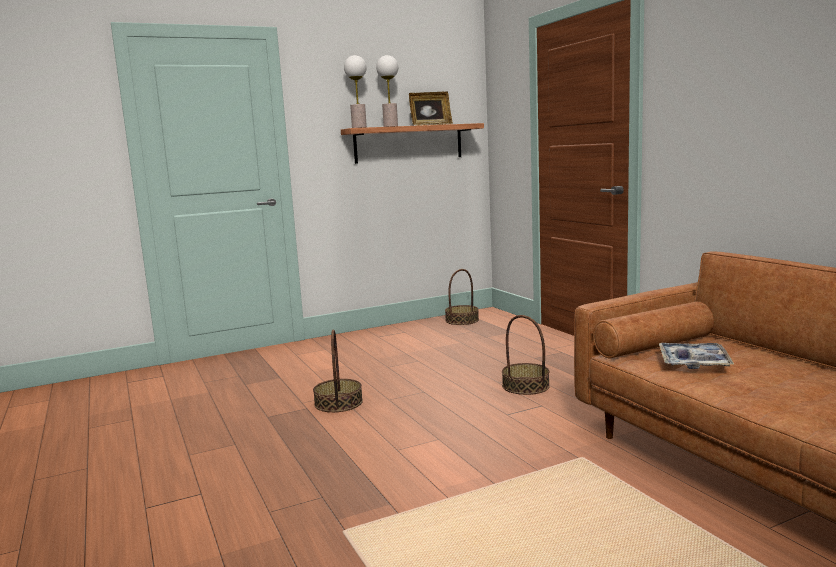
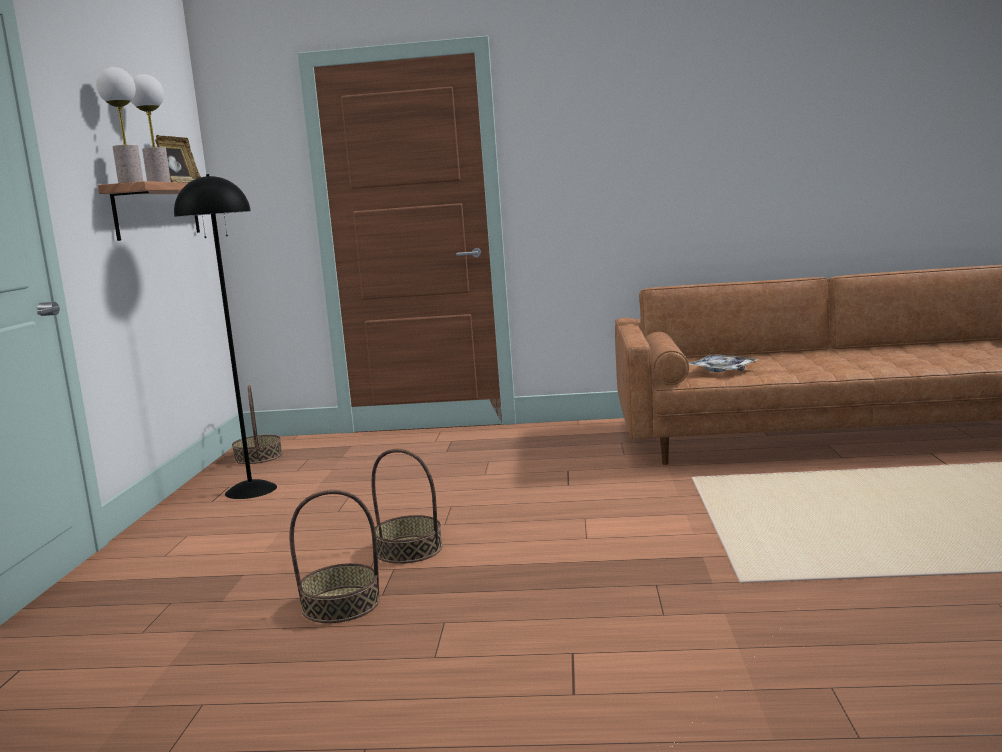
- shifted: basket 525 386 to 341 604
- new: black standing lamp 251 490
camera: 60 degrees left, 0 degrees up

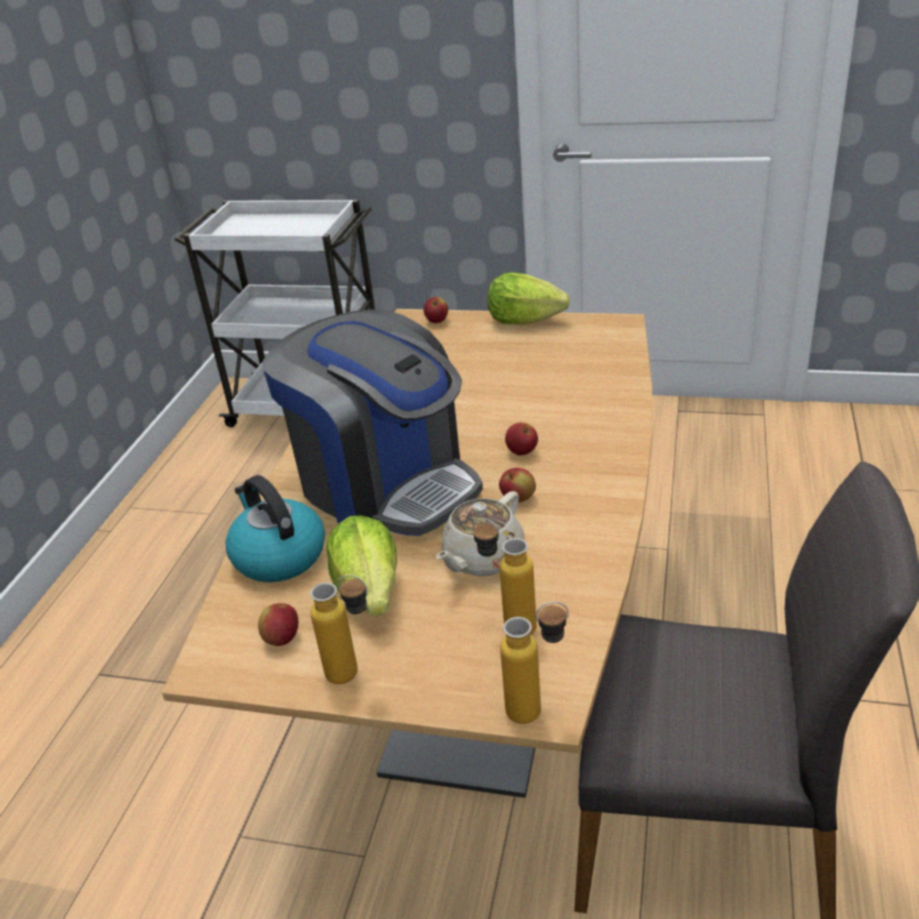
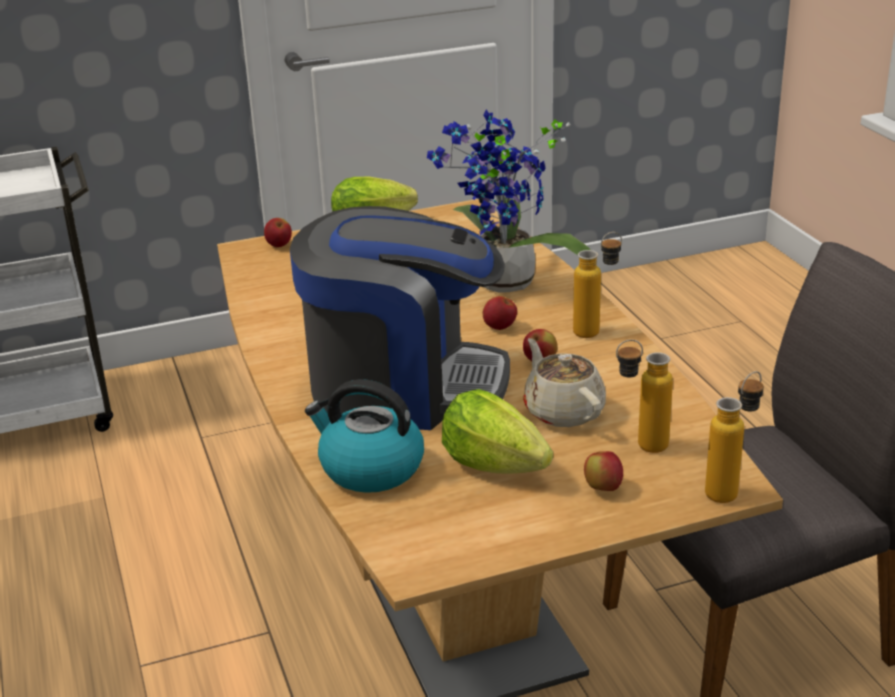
- rotated: beige-coloured tea pot 482 558 = 563 411 150 degrees clockwise
- shifted: drink bottle 355 675 to 596 331
- shifted: apple fruit 282 639 to 603 488
- new: potted plant 501 286
camera: 35 degrees left, 5 degrees down

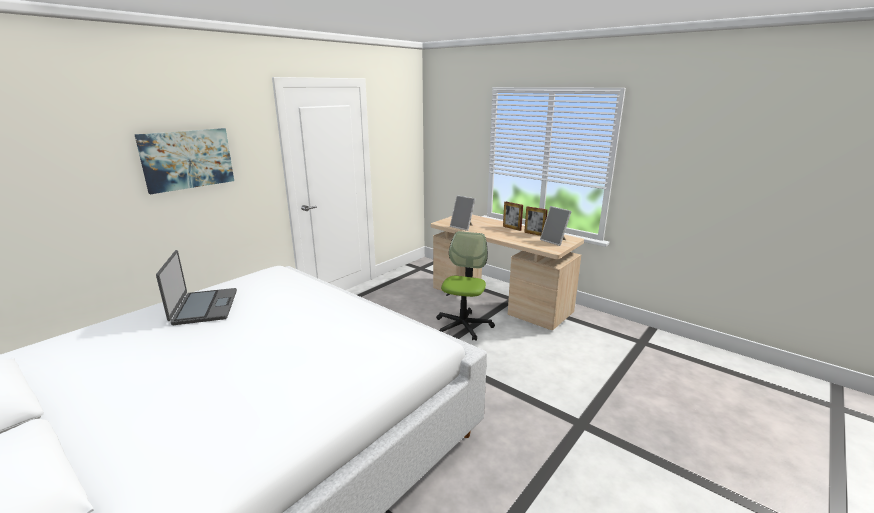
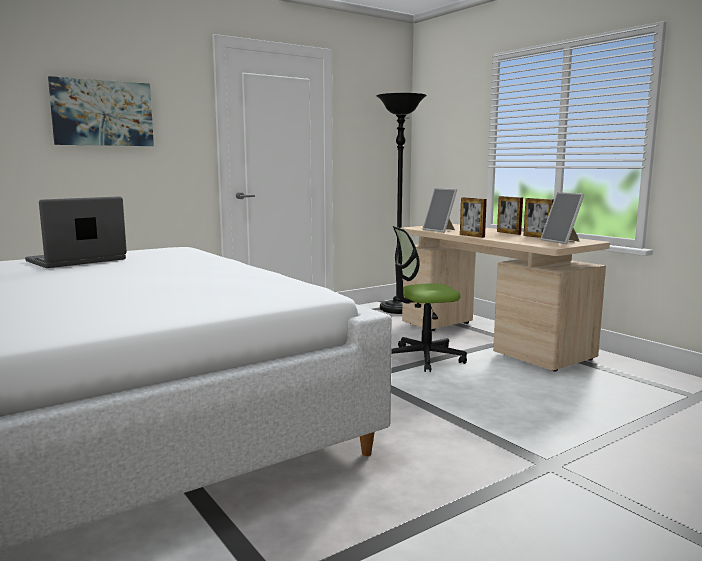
- rotated: office chair 463 326 = 423 358 135 degrees counterclockwise
- rotated: laptop 204 307 = 77 260 135 degrees counterclockwise
- new: black standing lamp 398 309
- new: picture frame 472 236
camera: 15 degrees right, 10 degrees down

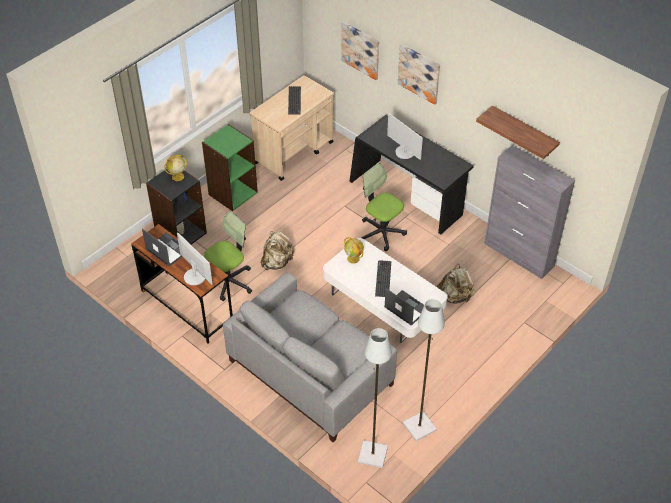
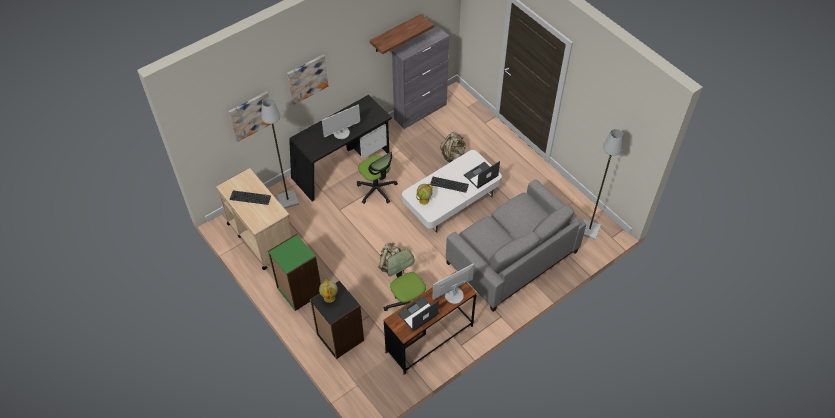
- rotated: office chair 381 232 = 376 190 90 degrees counterclockwise
- shifted: gray standing lamp 419 426 to 287 200
camera: 80 degrees left, 5 degrees up

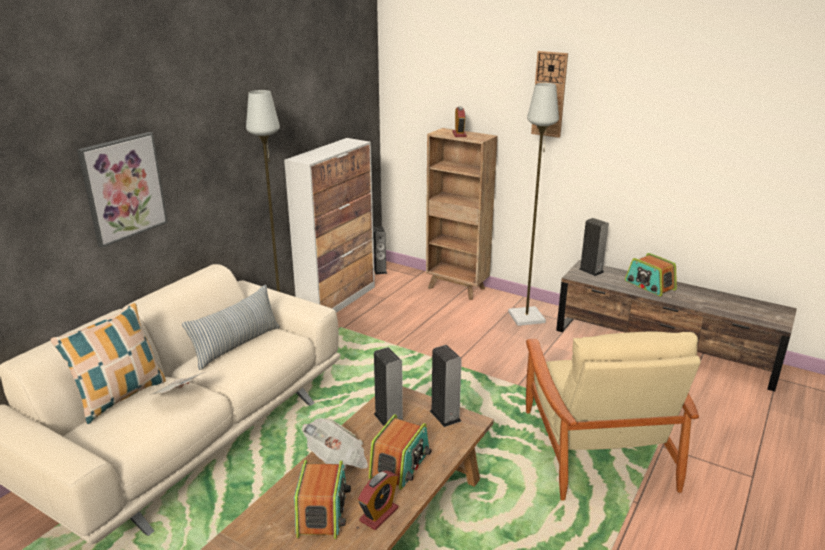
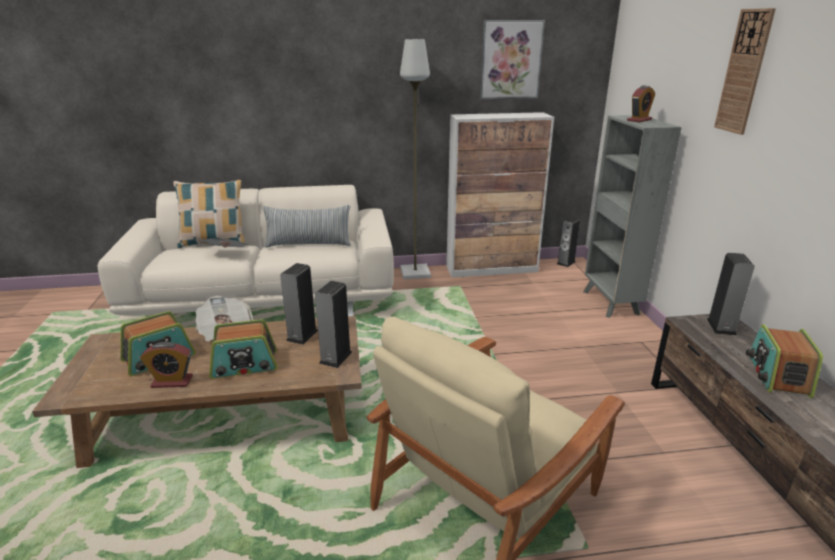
- gone: gray standing lamp 526 317
- repainted: brownish shelving unit 457 288 to gray shelving unit 611 303
- shifted: wall art 123 188 to 510 60
camera: 50 degrees right, 0 degrees up

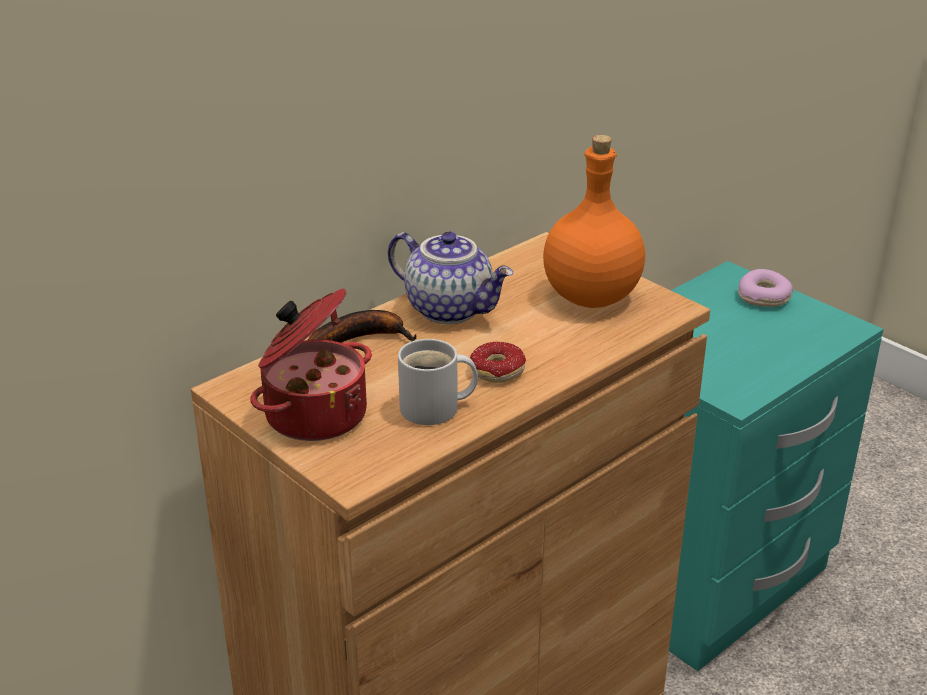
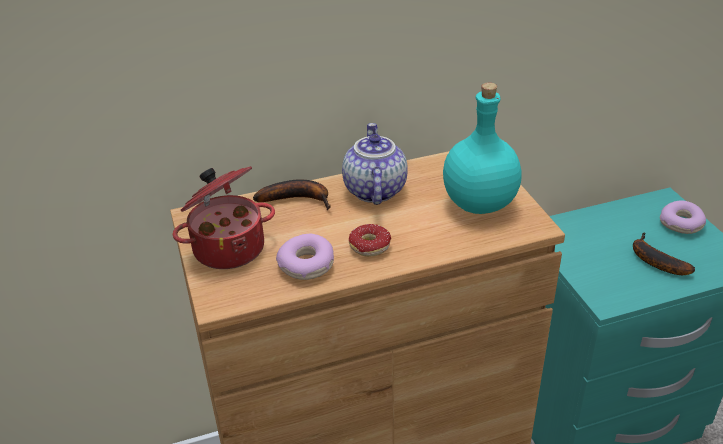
- repainted: orange-coloured drink bottle 593 297 to turquoise-coloured drink bottle 481 203
- rotated: tea pot 451 309 = 373 190 150 degrees counterclockwise
- swapped: white tea mug 435 409 to doughnut 307 265
- new: banana 654 260
camera: 25 degrees right, 5 degrees up

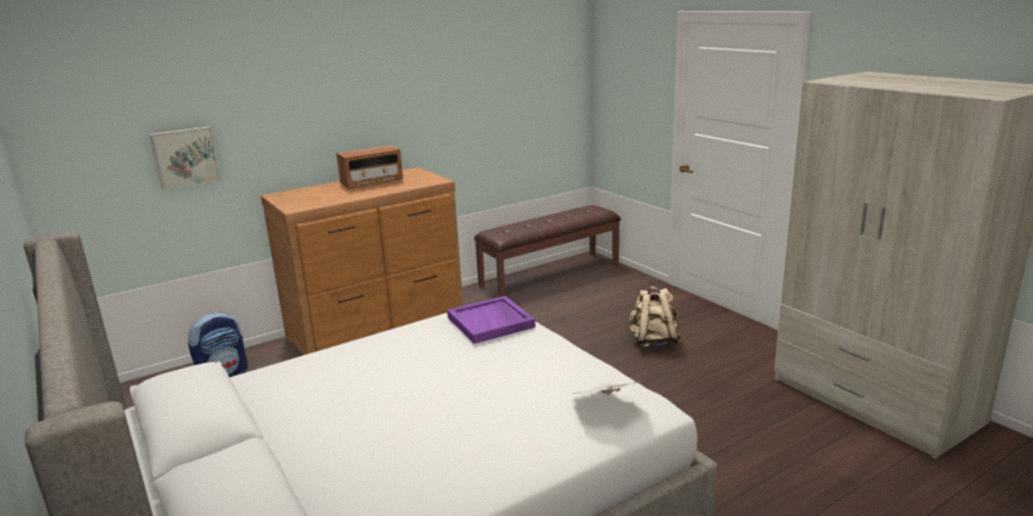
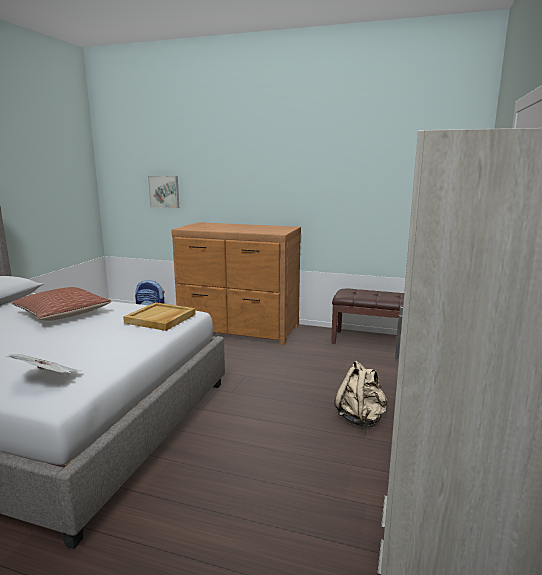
- gone: radio 372 182
- repainted: purple-coloured tray 491 322 to beige-coloured tray 160 319
- new: throw pillow 63 314
camera: 50 degrees right, 5 degrees down

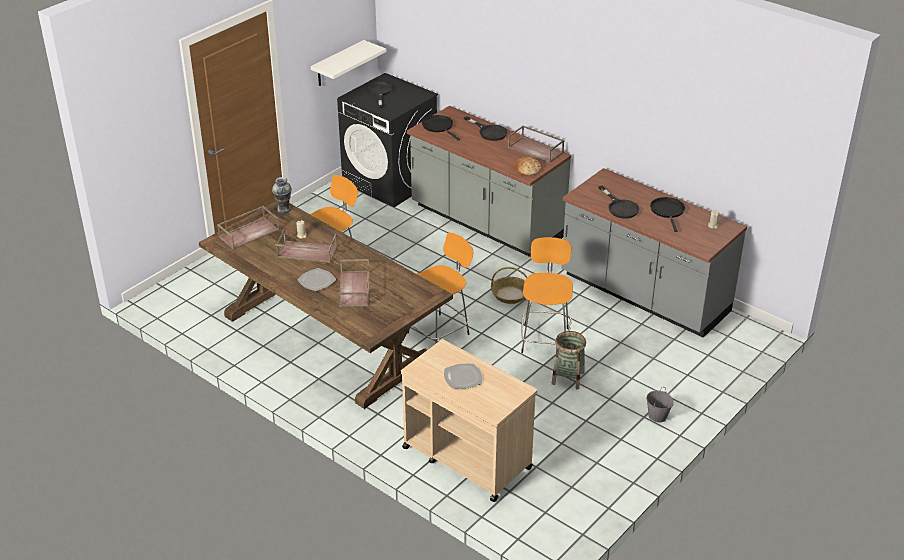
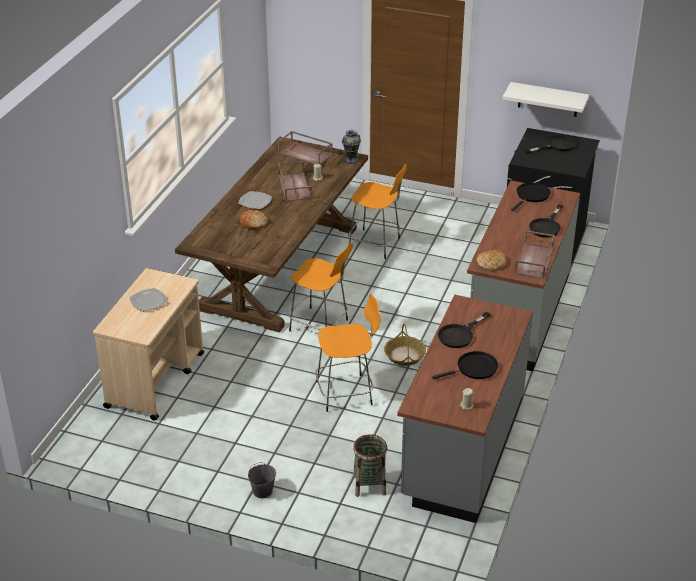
- swapped: brownish tray 355 289 to bakery bread 253 222
- shifted: basket 568 378 to 369 485
camera: 70 degrees right, 0 degrees up

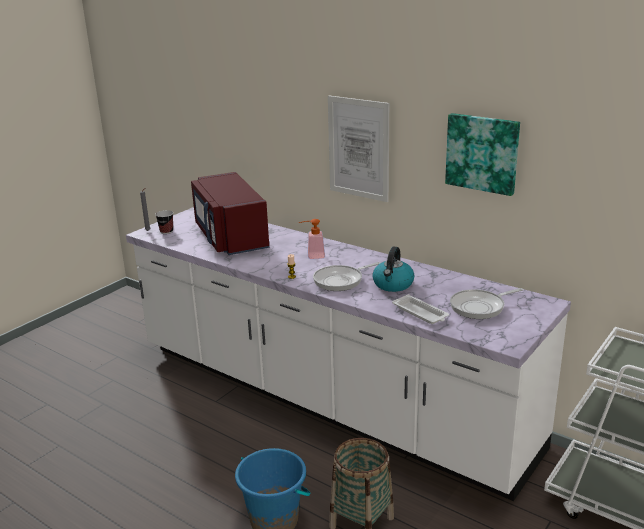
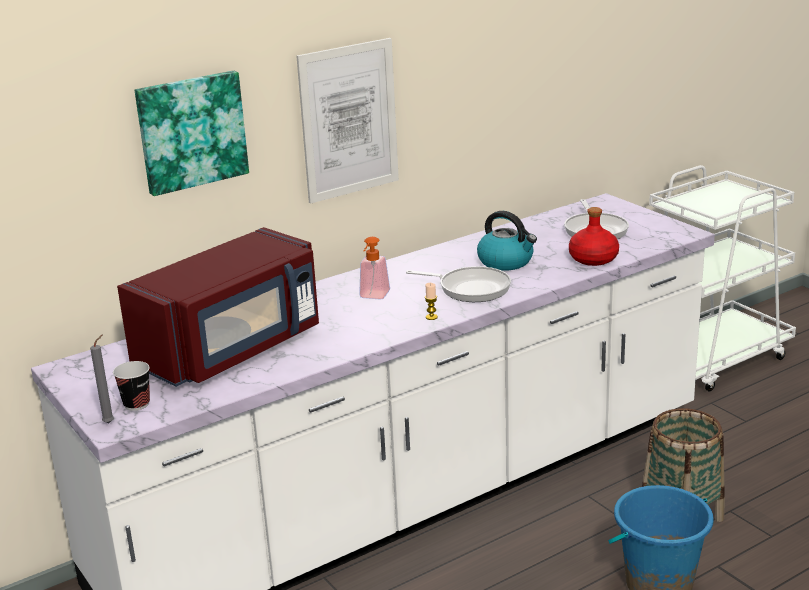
- shifted: wall art 482 153 to 191 131
- rotated: reddish microwave oven 230 237 = 233 349 45 degrees counterclockwise
- rotated: frying pan 341 280 = 470 288 60 degrees counterclockwise
- swapped: white tray 421 313 to reddish drink bottle 592 259
camera: 70 degrees left, 0 degrees up

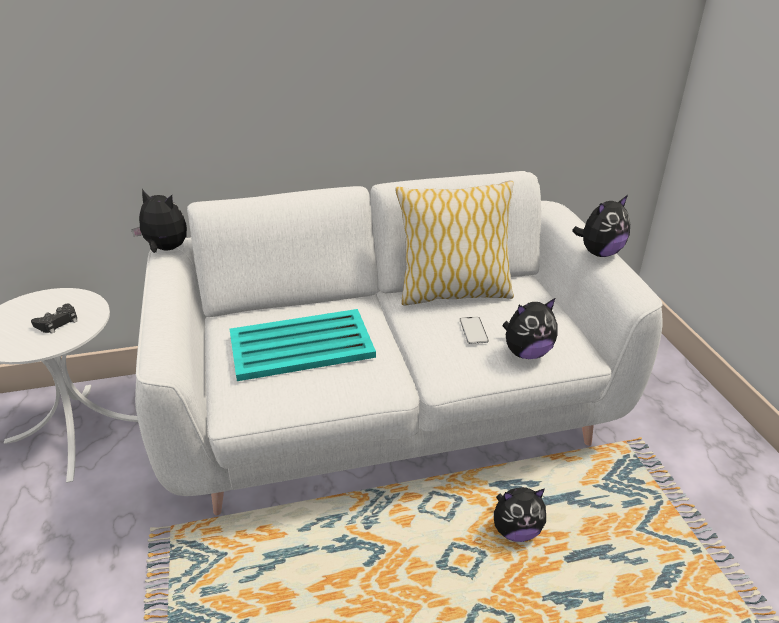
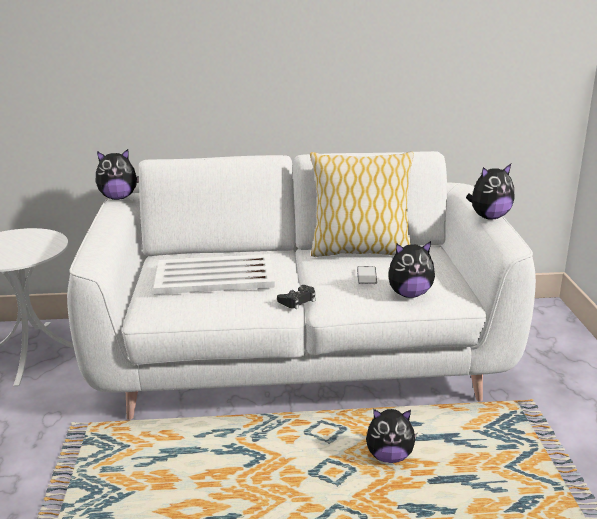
- rotated: soft toy 165 249 = 118 198 135 degrees clockwise
- shifted: black joypad 58 322 to 298 301
- repainted: turquoise-coloured tray 303 345 to white tray 216 276
camera: 10 degrees right, 10 degrees down

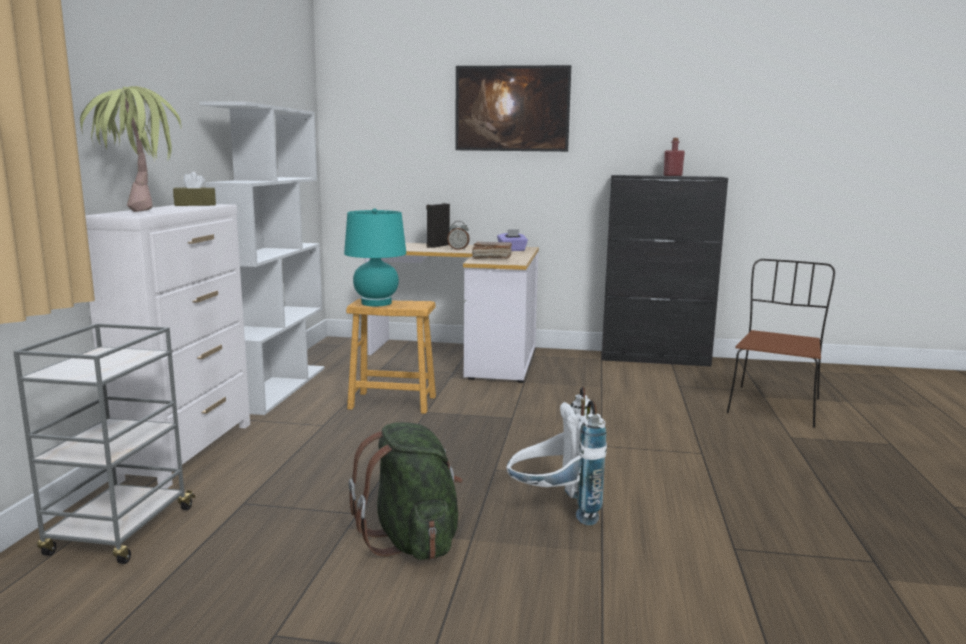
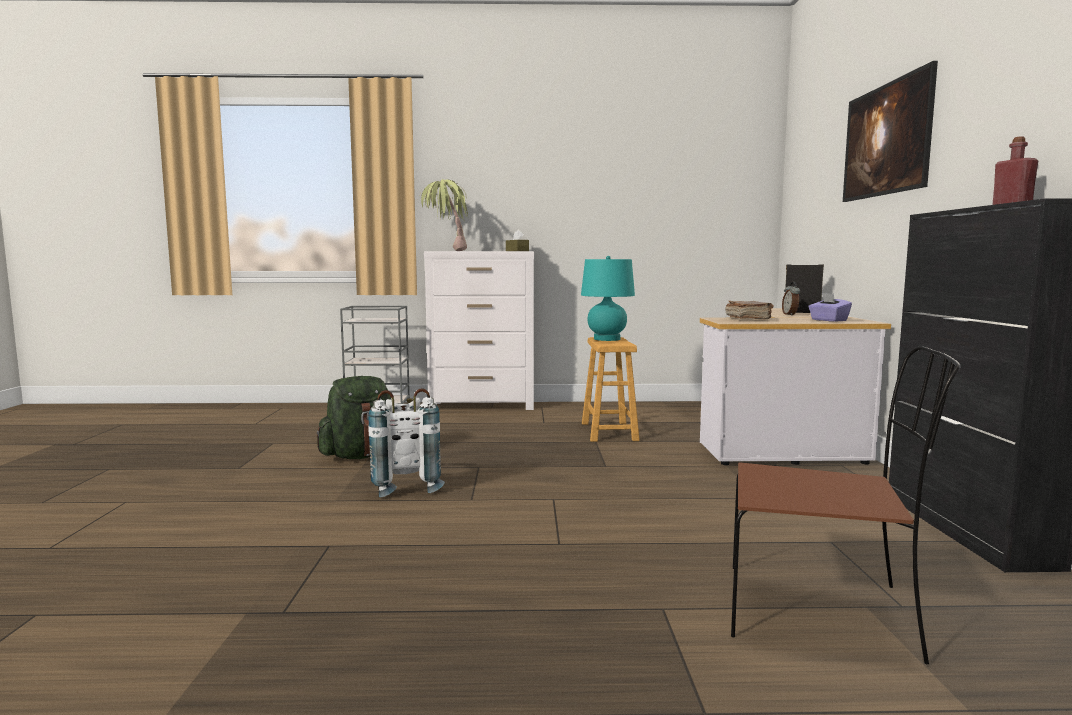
- gone: white shelving unit 277 388
camera: 80 degrees right, 5 degrees down

